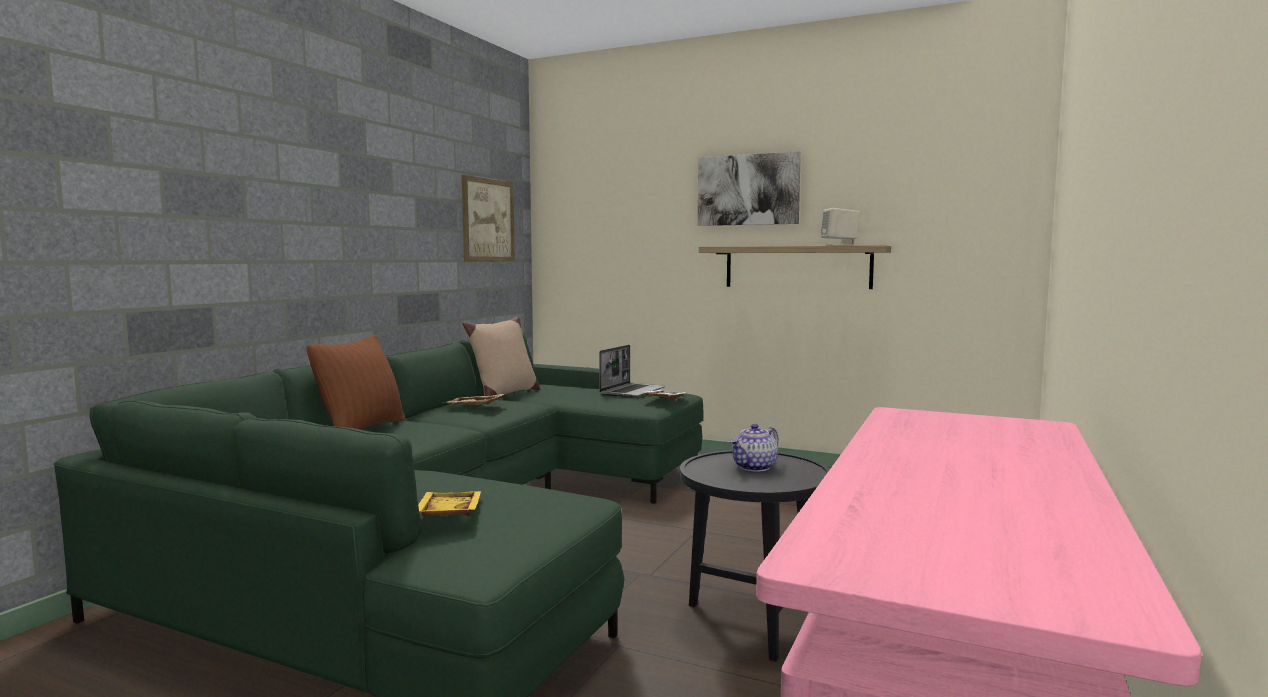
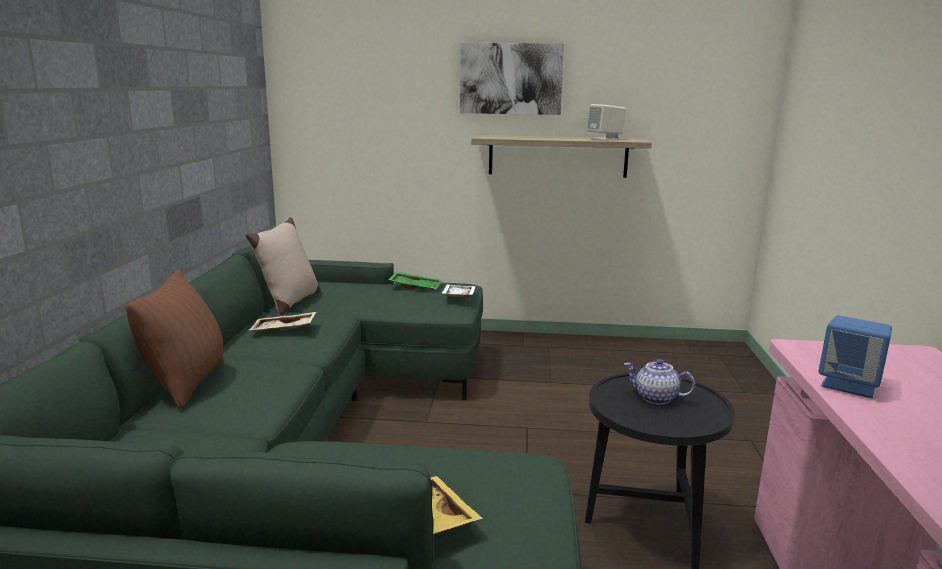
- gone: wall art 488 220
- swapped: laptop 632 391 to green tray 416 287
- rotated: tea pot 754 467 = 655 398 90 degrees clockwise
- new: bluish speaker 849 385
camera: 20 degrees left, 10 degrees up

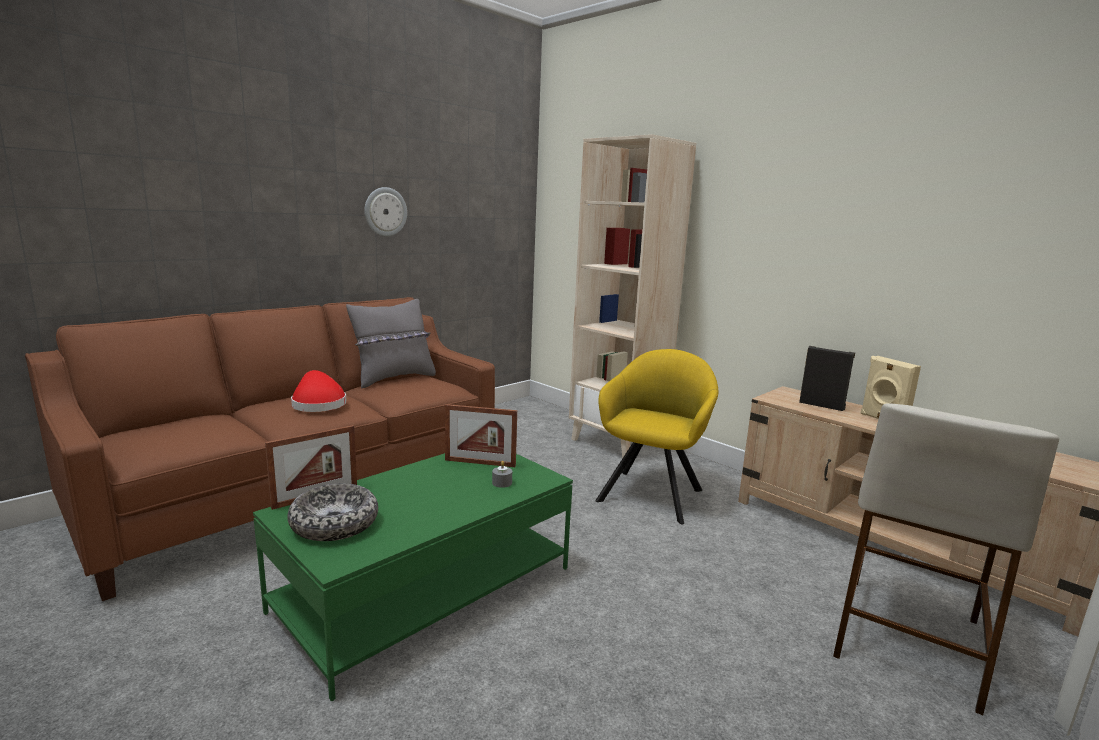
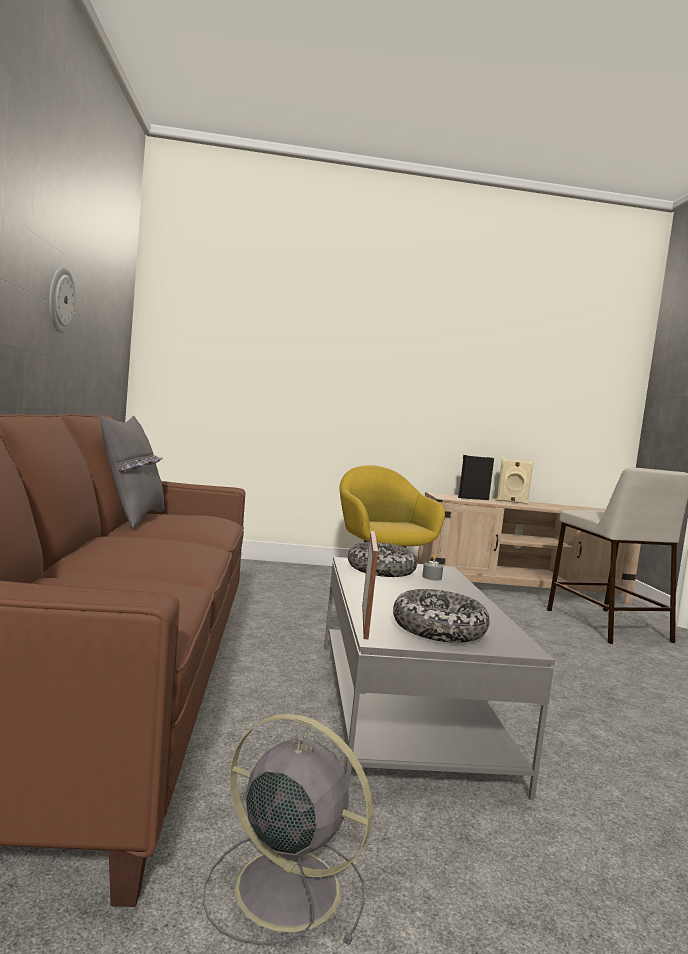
- gone: beige-coloured shelving unit 617 442
- gone: reddish wearable hat 318 404
- swapped: picture frame 480 463 to bowl 381 570
- repainted: green low table 426 589 to gray low table 405 707
- new: gray fan 283 886
camera: 50 degrees left, 10 degrees down

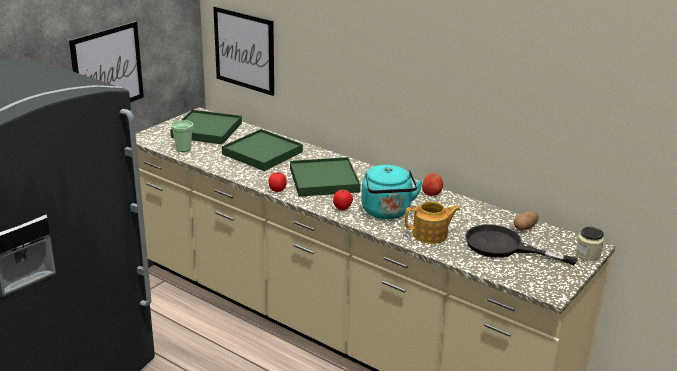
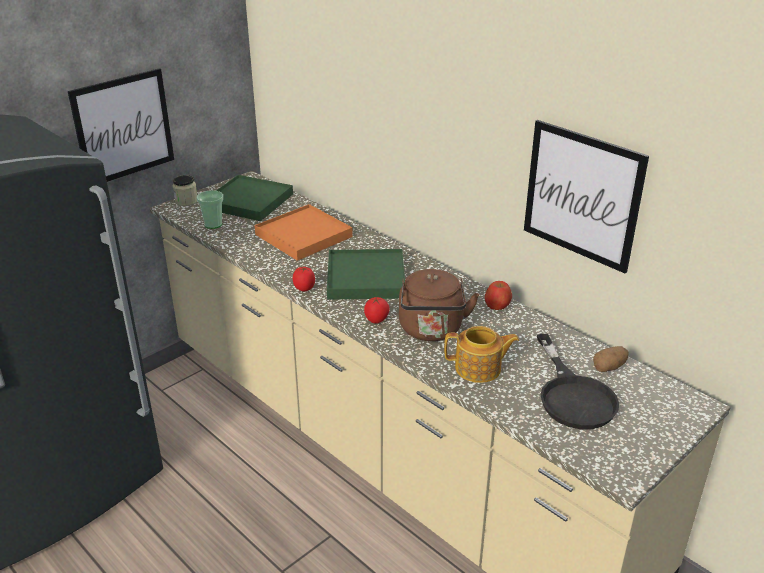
- shifted: wall art 244 50 to 582 195
- repainted: green tray 262 153 to orange-coloured tray 304 235
- repainted: turquoise-coloured water kettle 387 212 to brownish water kettle 431 331
- rotated: black frying pan 504 247 = 573 395 135 degrees counterclockwise
- shifted: storage jar 588 254 to 186 201
camera: 10 degrees right, 5 degrees up

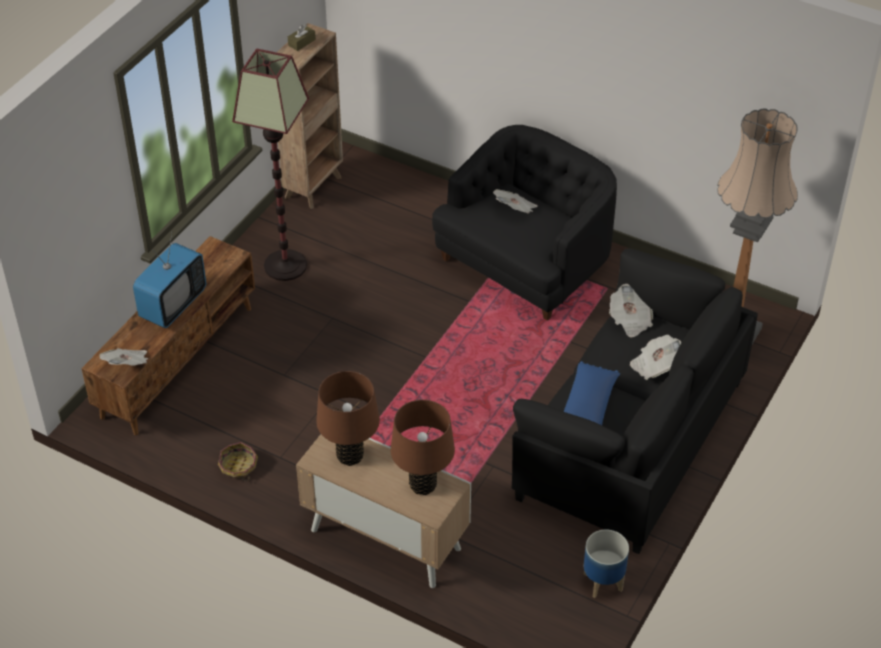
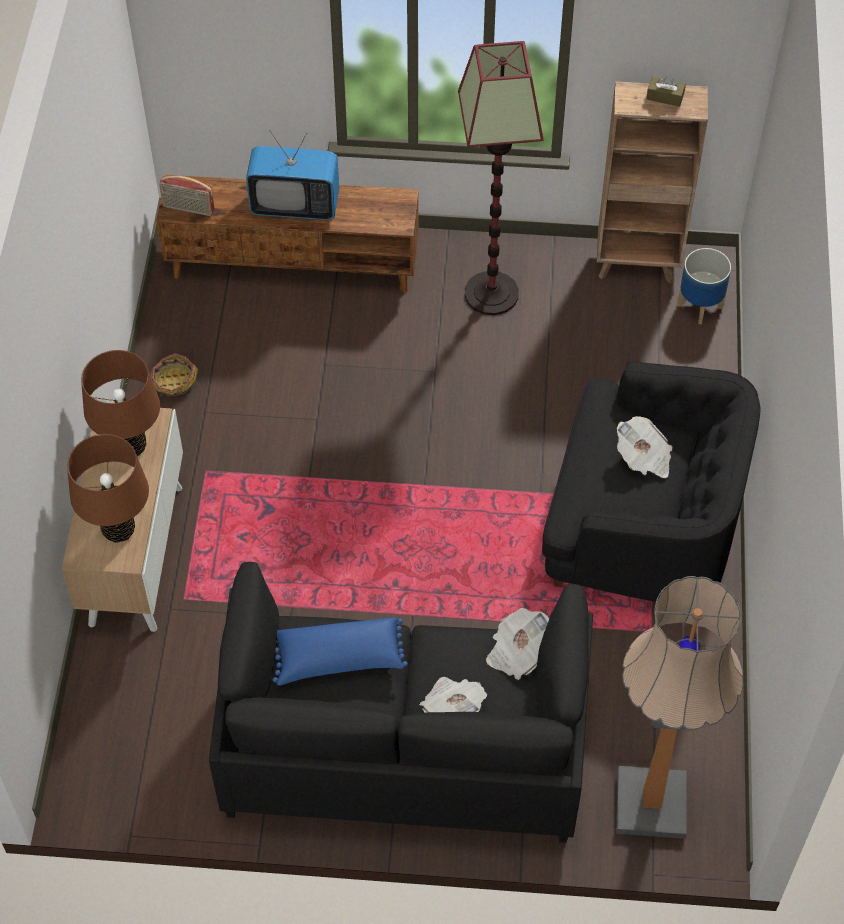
- swapped: newspaper 128 365 to radio 188 209
- shifted: planter 603 582 to 699 307
camera: 65 degrees right, 10 degrees up

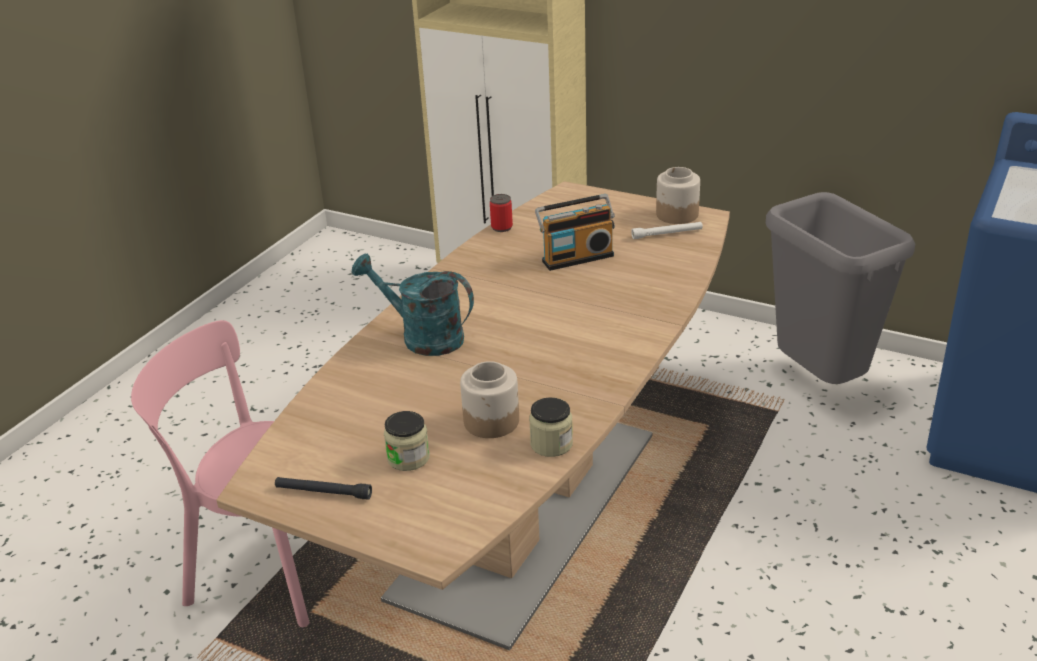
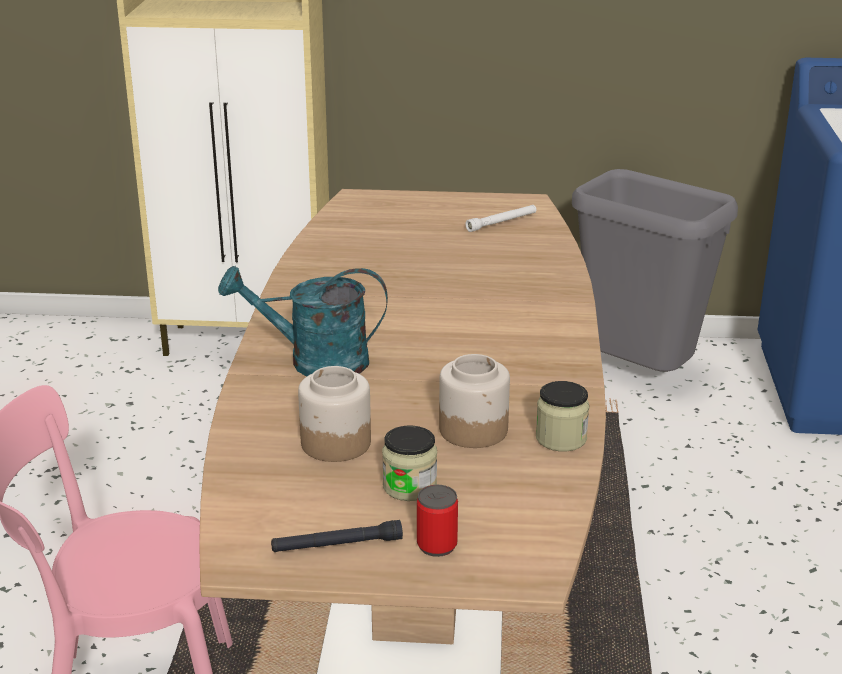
- shifted: storage jar 676 214 to 335 443
- shifted: can 502 227 to 437 545
- gone: radio 576 257
camera: 25 degrees left, 5 degrees down

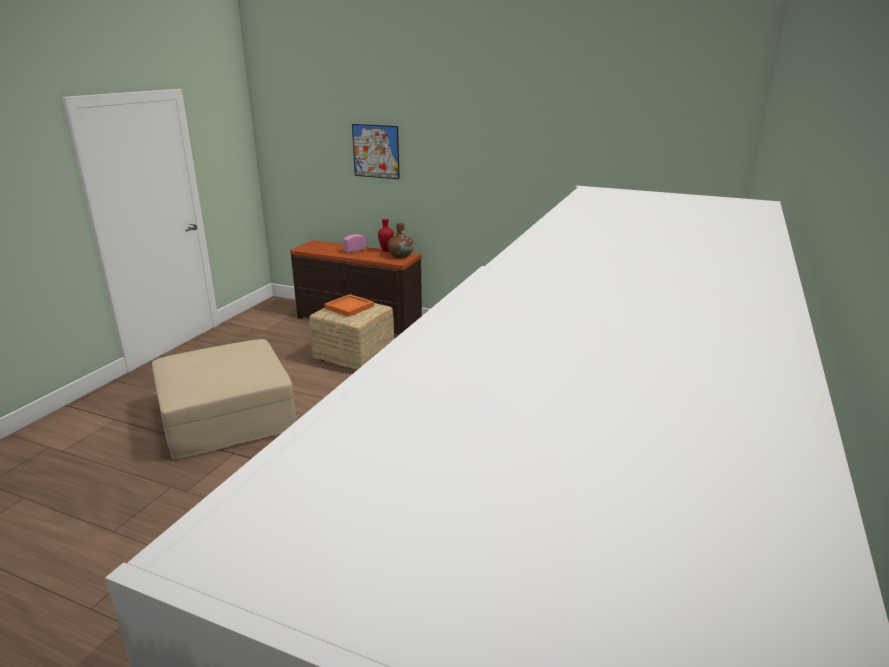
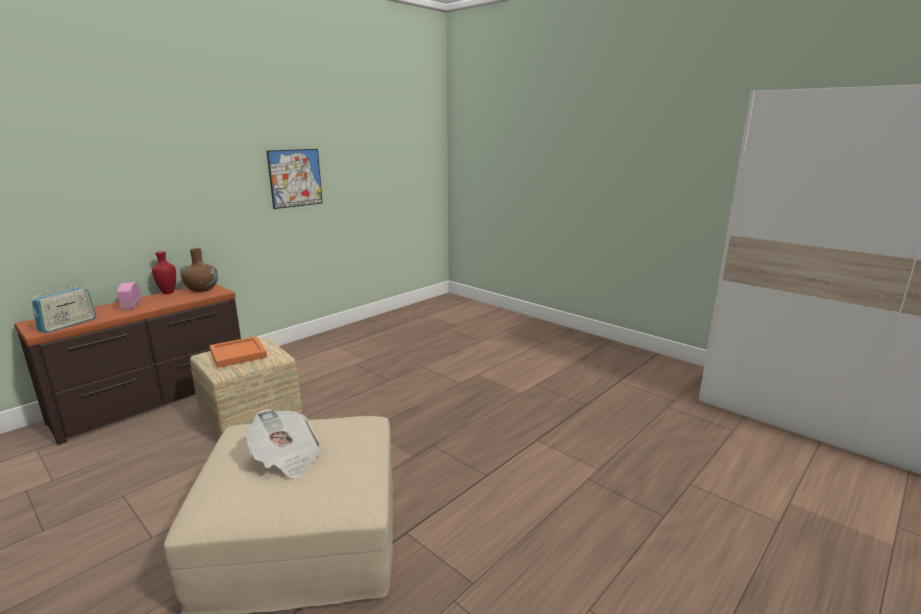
- shifted: wall art 376 151 to 295 178
- new: radio 68 325
- new: newspaper 286 458
camera: 70 degrees left, 5 degrees down

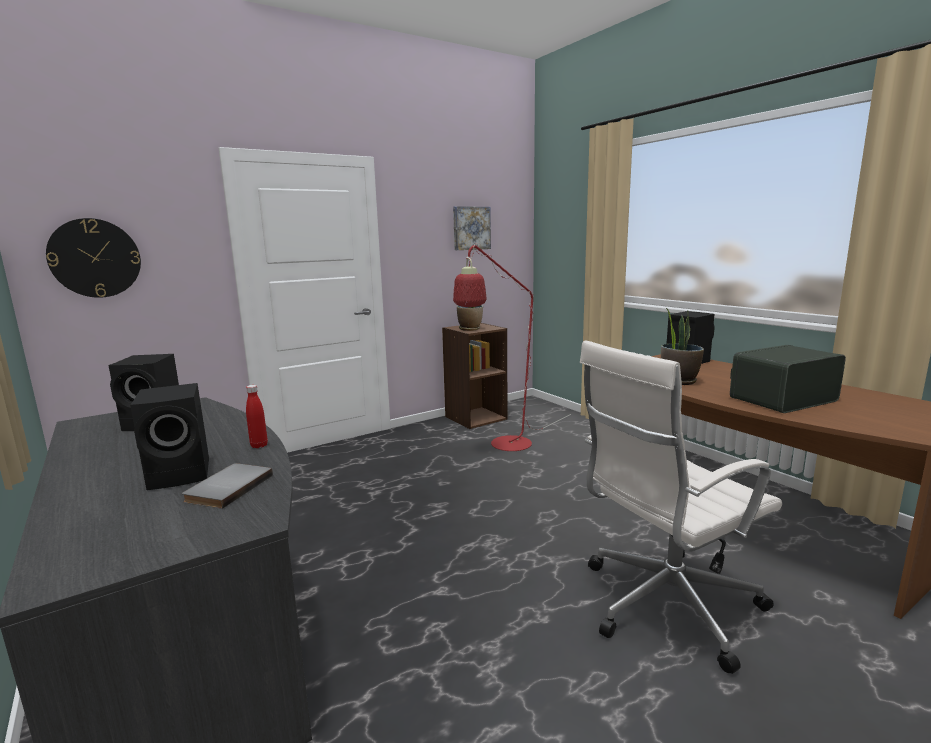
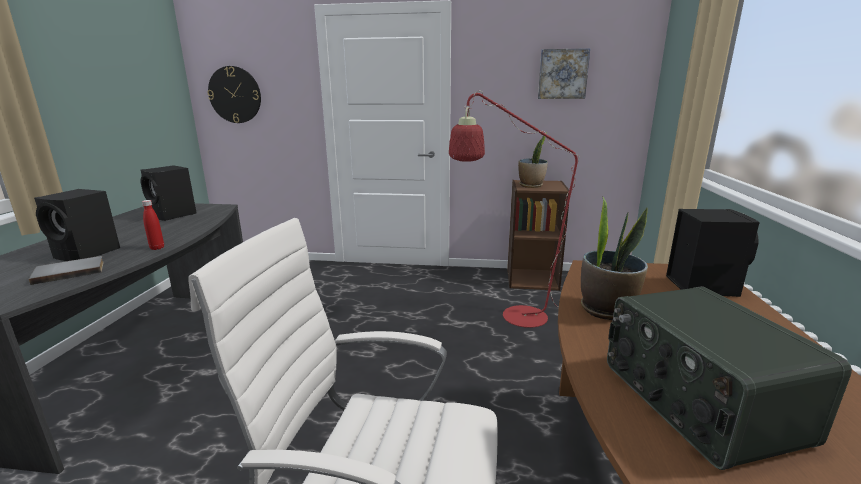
- rotated: radio 781 399 = 697 402 120 degrees counterclockwise
camera: 40 degrees right, 5 degrees up

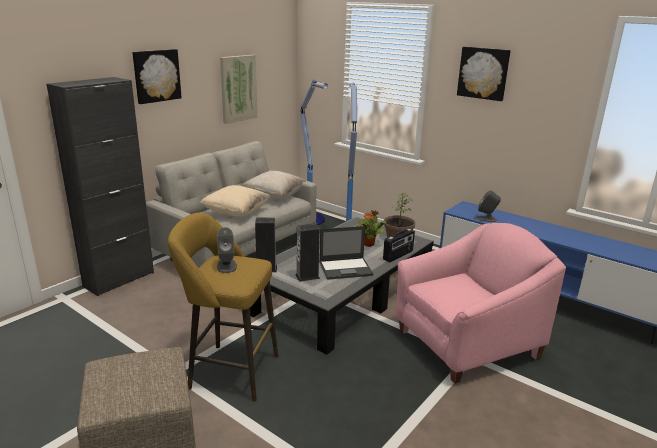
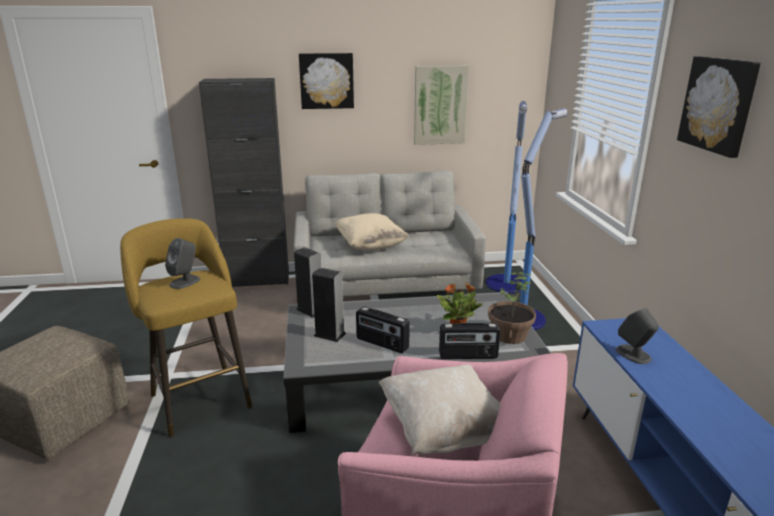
- shifted: beige-coloured throw pillow 275 196 to 444 430
- swapped: laptop 346 268 to radio 382 344
camera: 45 degrees right, 0 degrees up

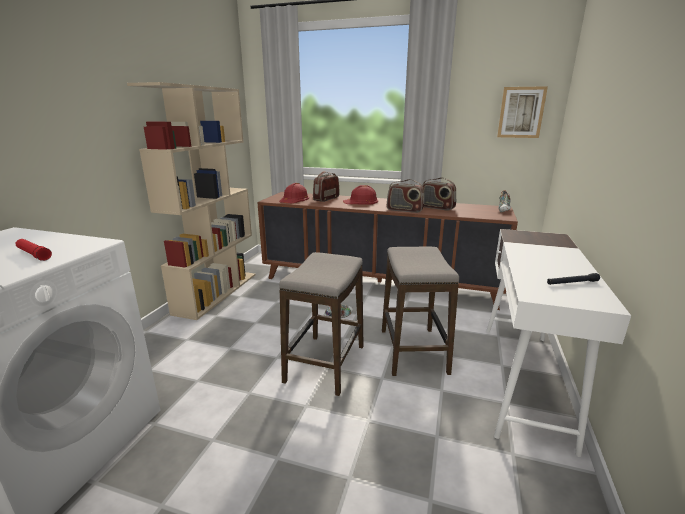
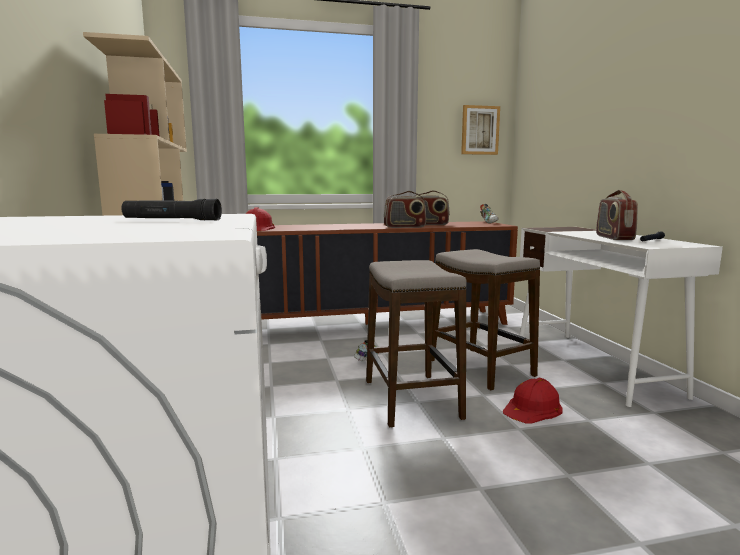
- shifted: radio 326 199 to 613 238
- shifted: reddish safety helmet 361 201 to 532 408
- repainted: reddish flashlight 34 254 to black flashlight 172 220
camera: 30 degrees left, 10 degrees down

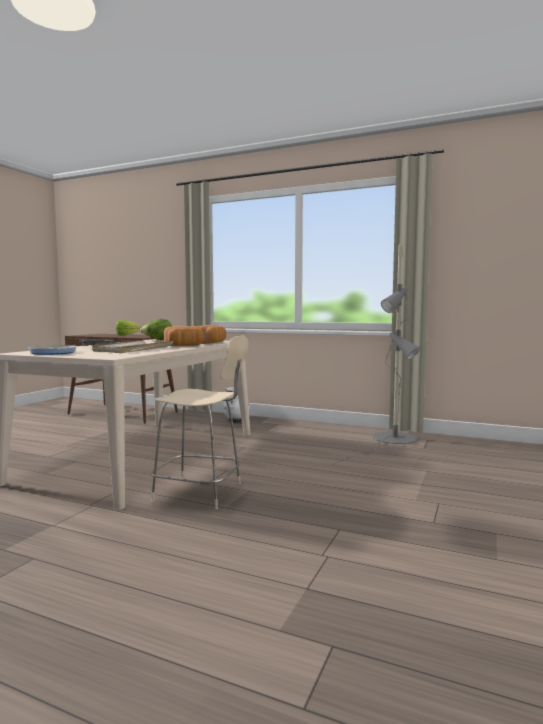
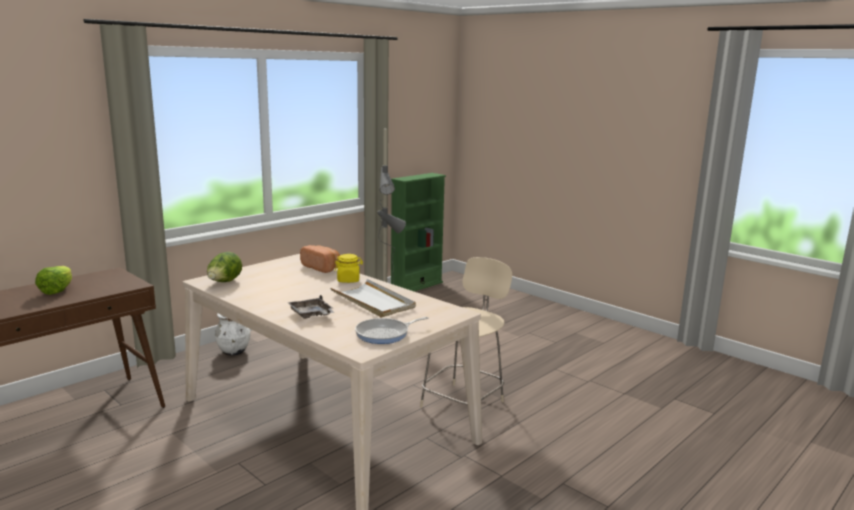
- swapped: bakery bread 185 346 to yellowish storage jar 348 280
- new: green shelving unit 416 286
camera: 70 degrees left, 10 degrees up

